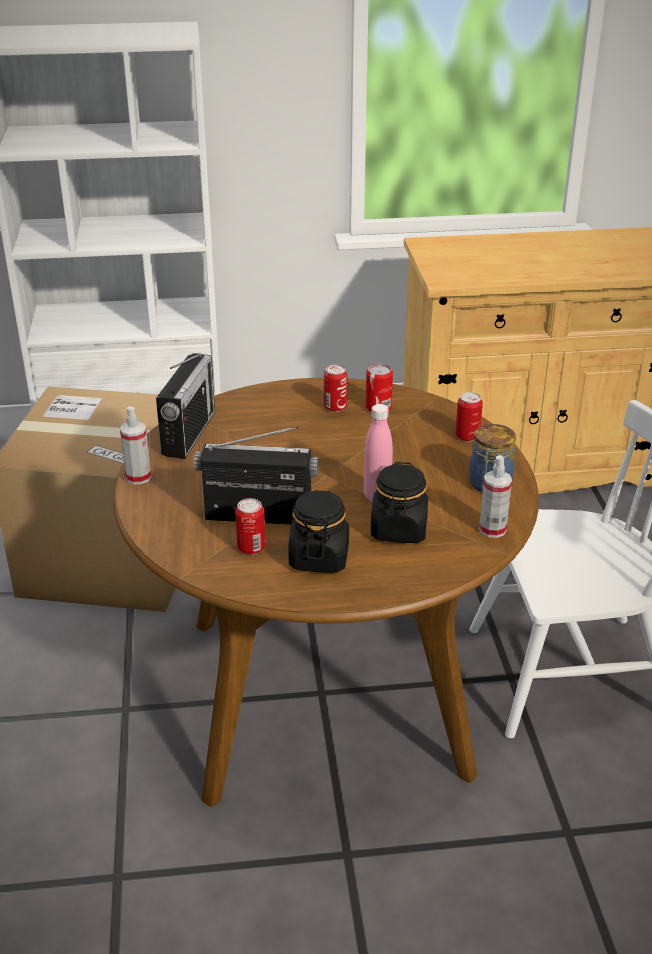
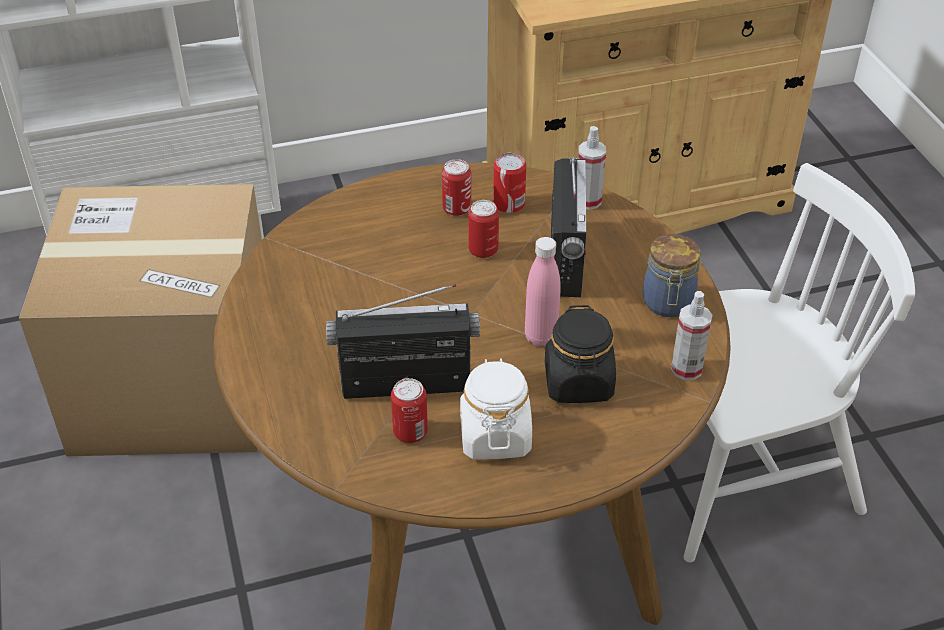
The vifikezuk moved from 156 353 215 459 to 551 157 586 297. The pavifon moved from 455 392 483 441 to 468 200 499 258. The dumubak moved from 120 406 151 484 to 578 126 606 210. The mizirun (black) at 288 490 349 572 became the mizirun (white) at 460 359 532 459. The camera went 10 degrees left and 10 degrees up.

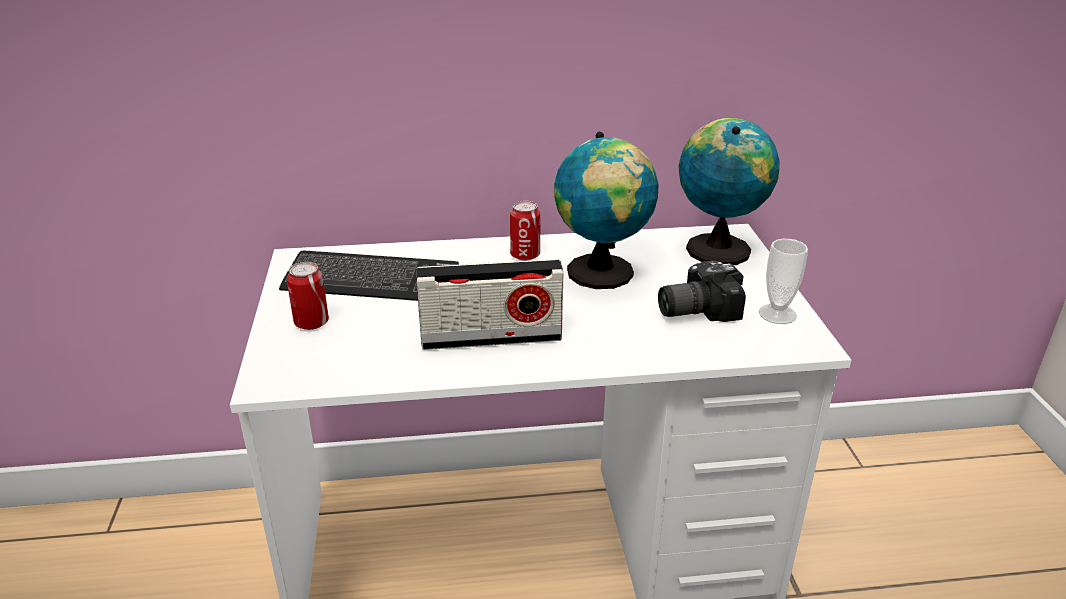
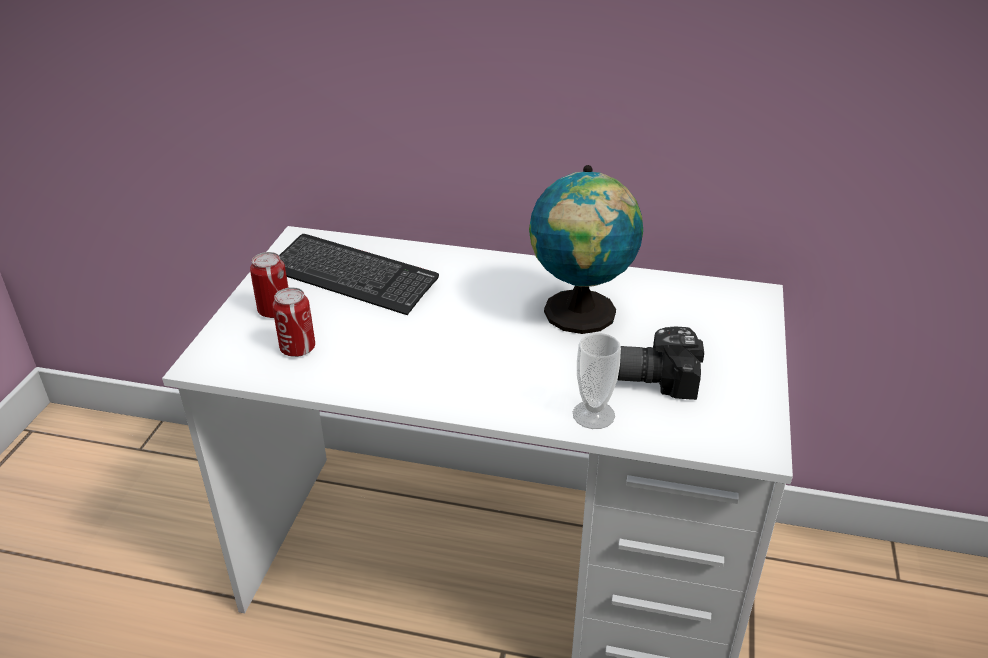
The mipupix at 678 118 780 265 disappeared. The pavifon moved from 510 201 540 261 to 272 287 315 357. The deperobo moved from 759 239 808 324 to 573 333 621 429. The vifikezuk at 416 259 564 350 disappeared. The camera went 20 degrees right and 5 degrees up.

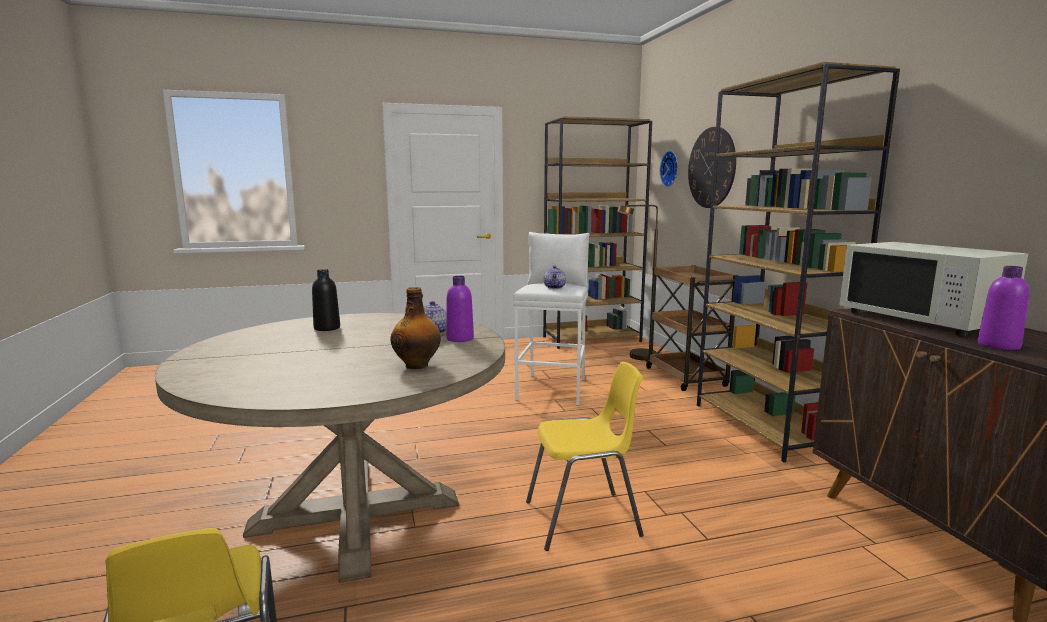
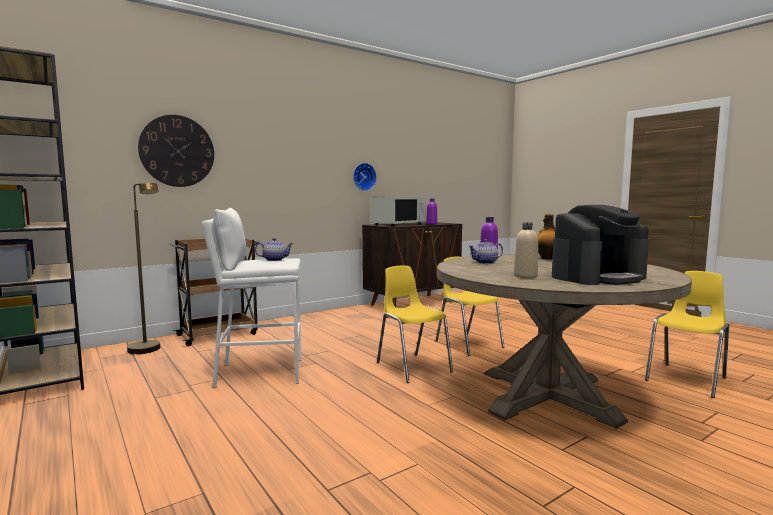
The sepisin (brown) at 697 62 900 463 disappeared. The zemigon moved from 660 151 678 187 to 353 163 377 191. The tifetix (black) at 312 269 340 331 became the tifetix (beige) at 514 222 538 278. The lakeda at 552 205 649 285 appeared. The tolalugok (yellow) at 377 266 453 383 appeared. The camera went 110 degrees left and 5 degrees down.

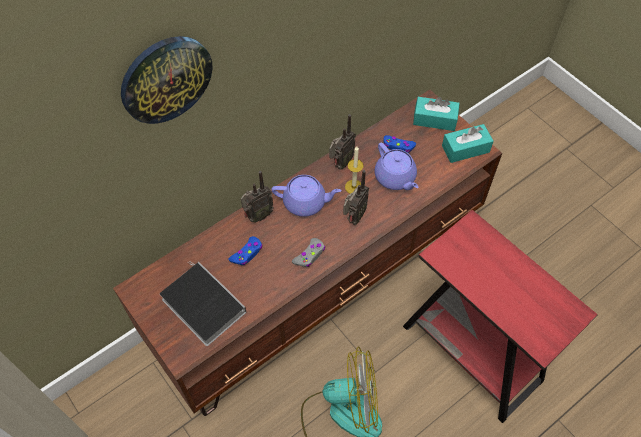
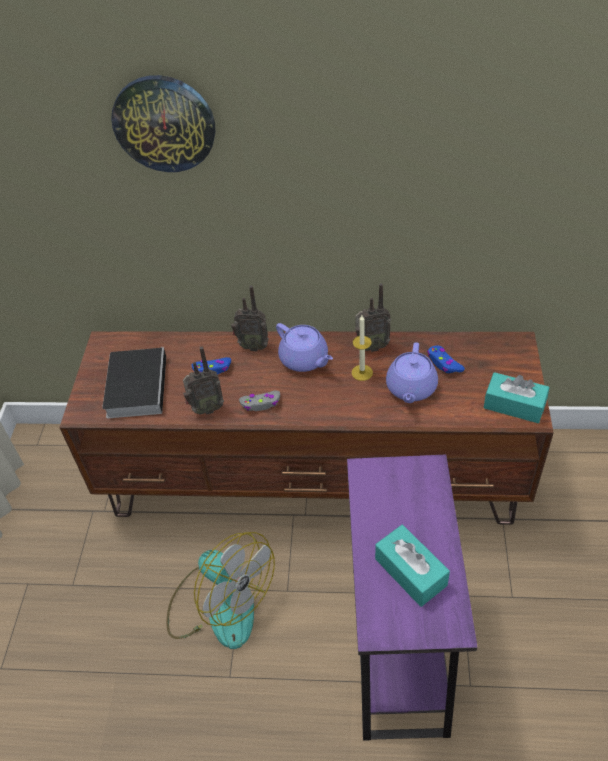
The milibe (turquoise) moved from 413 97 460 131 to 375 525 450 607. The vifikezuk moved from 343 170 369 225 to 183 347 224 415. The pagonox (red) at 403 210 598 423 became the pagonox (purple) at 347 455 477 741. The camera went 45 degrees right and 10 degrees down.

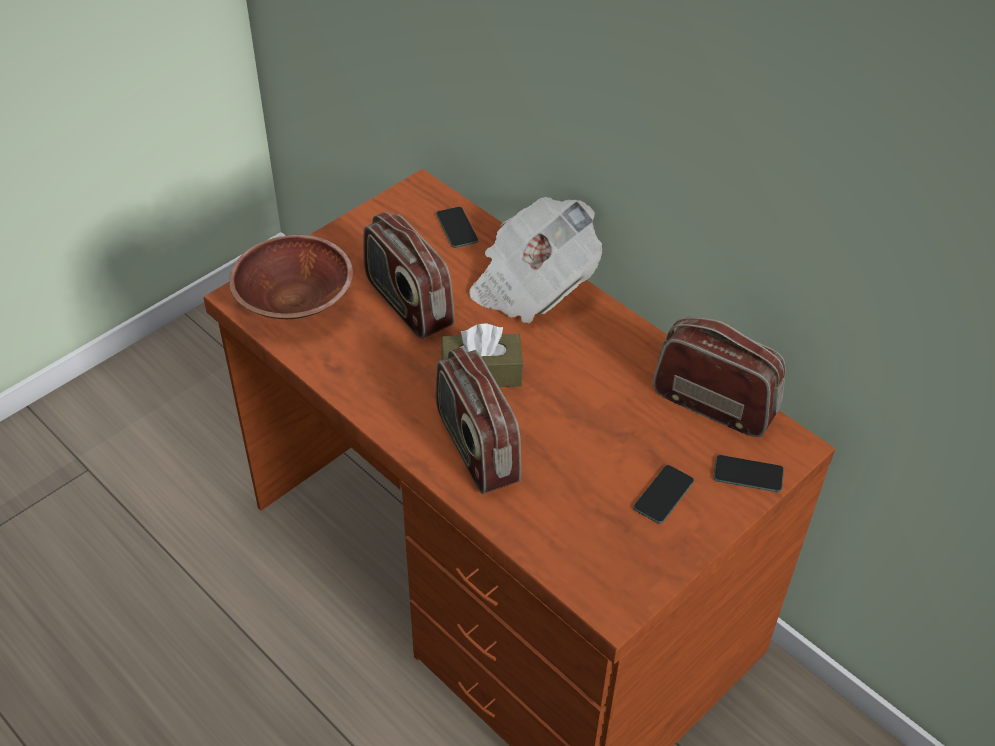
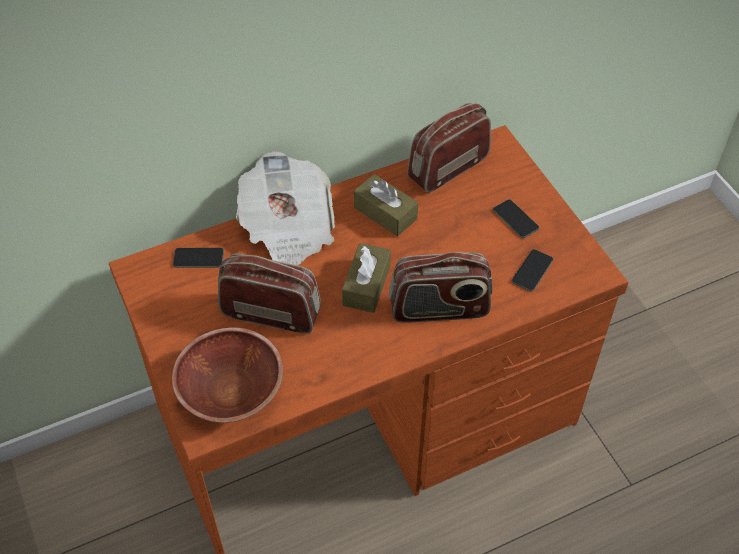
The vifikezuk at 363 212 454 339 turned 150 degrees counterclockwise. The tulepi moved from 714 455 784 492 to 512 249 553 292. The milibe (brown) at 354 174 418 237 appeared. The camera went 70 degrees left and 5 degrees up.

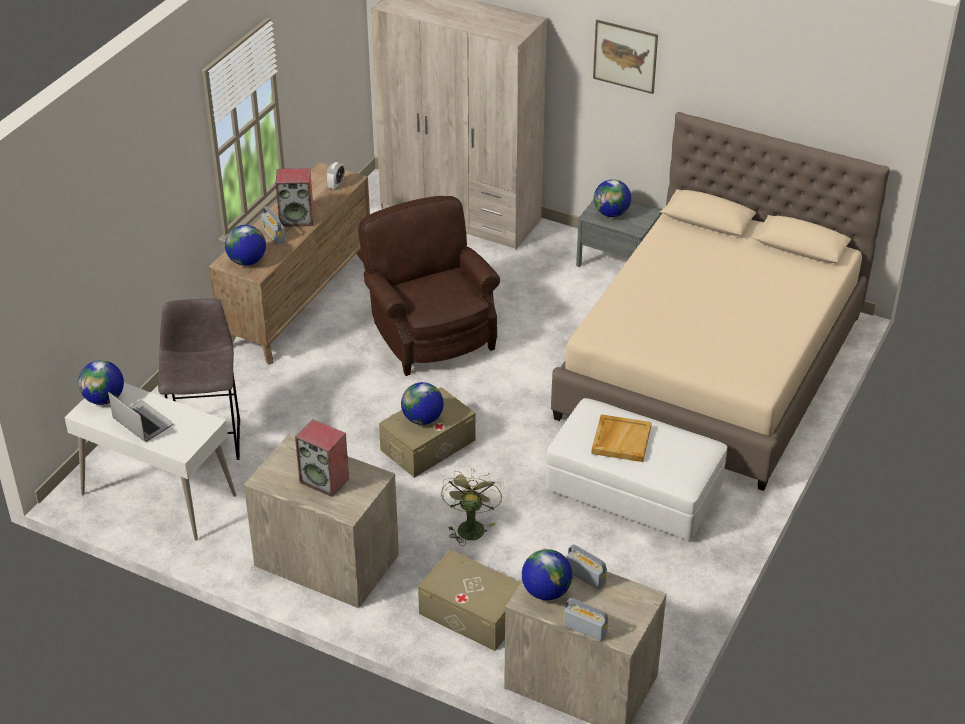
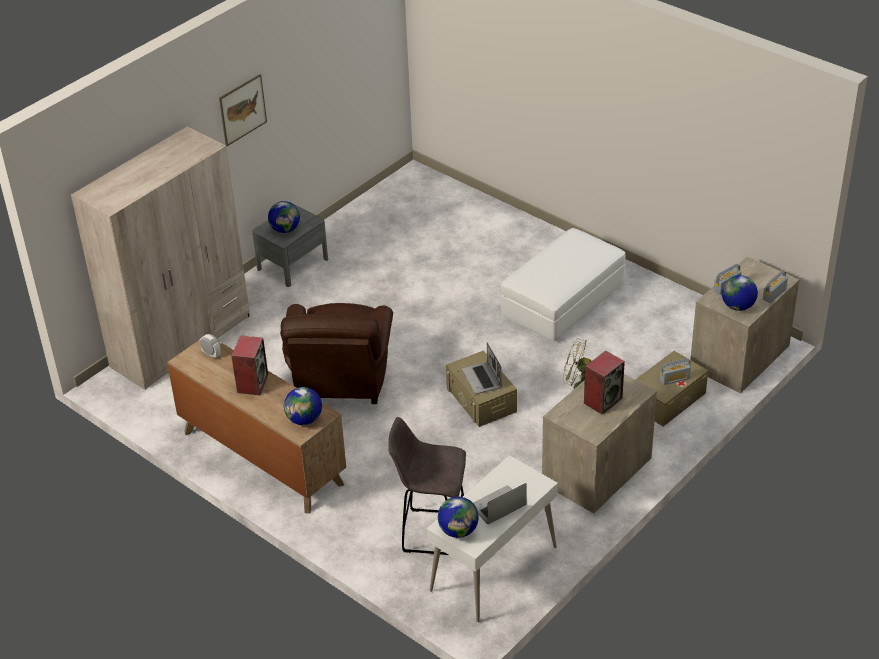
The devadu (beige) at 551 112 890 491 disappeared. The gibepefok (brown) at 358 196 500 376 turned 75 degrees counterclockwise. The vifikezuk moved from 261 206 286 244 to 660 358 691 385. The mipupix at 401 382 444 425 was replaced by the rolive at 462 342 502 394. The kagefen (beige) at 591 414 652 462 disappeared. The camera went 75 degrees left and 0 degrees up.

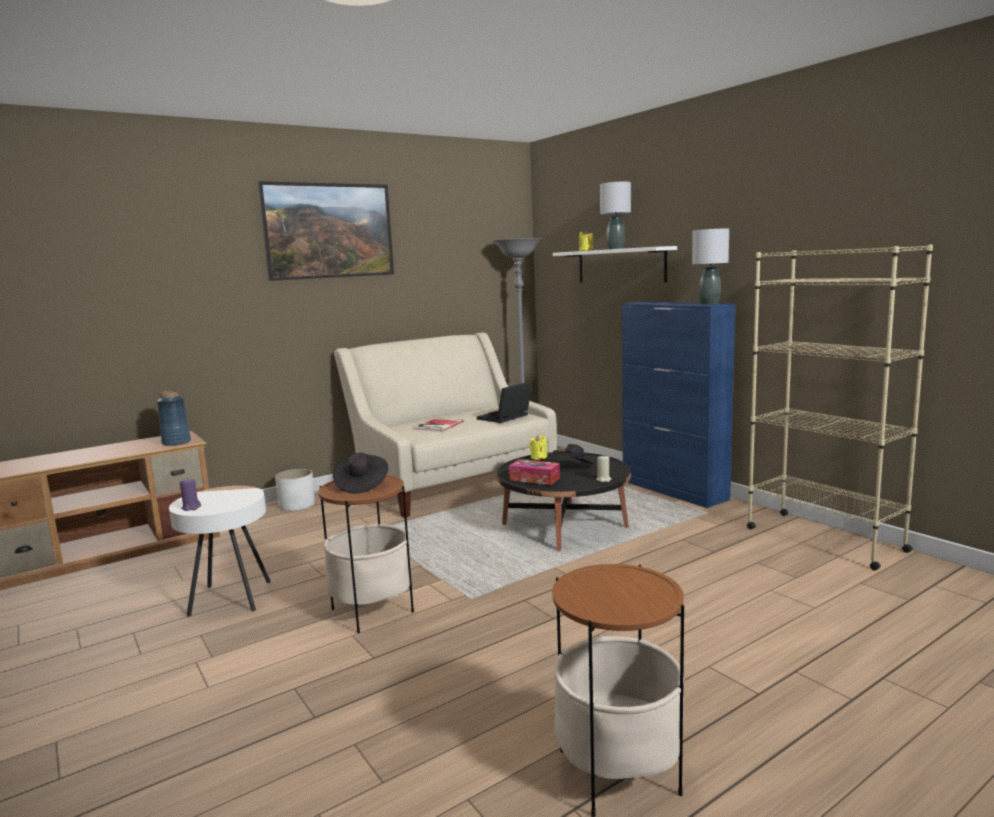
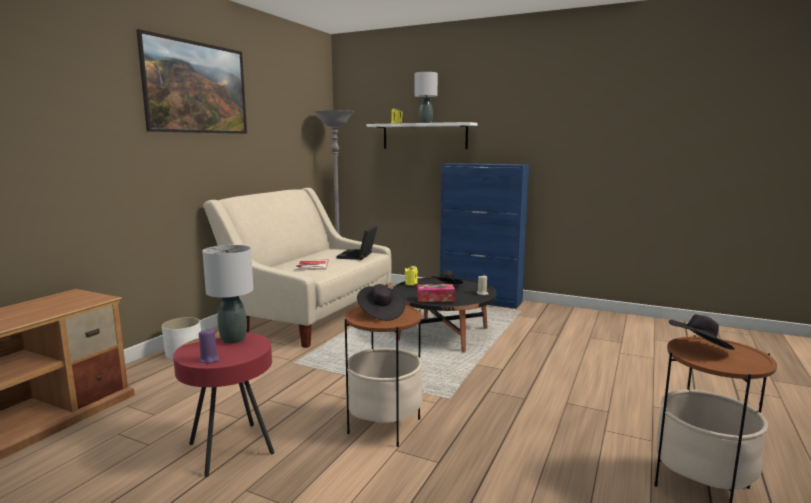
The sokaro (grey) moved from 692 228 729 304 to 202 245 254 344. The sepisin (beige) at 747 244 933 570 disappeared. The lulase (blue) at 157 390 191 446 disappeared. The pagonox (white) at 169 486 271 616 became the pagonox (red) at 173 332 274 477. The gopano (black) at 669 314 735 350 appeared. The camera went 30 degrees left and 0 degrees up.

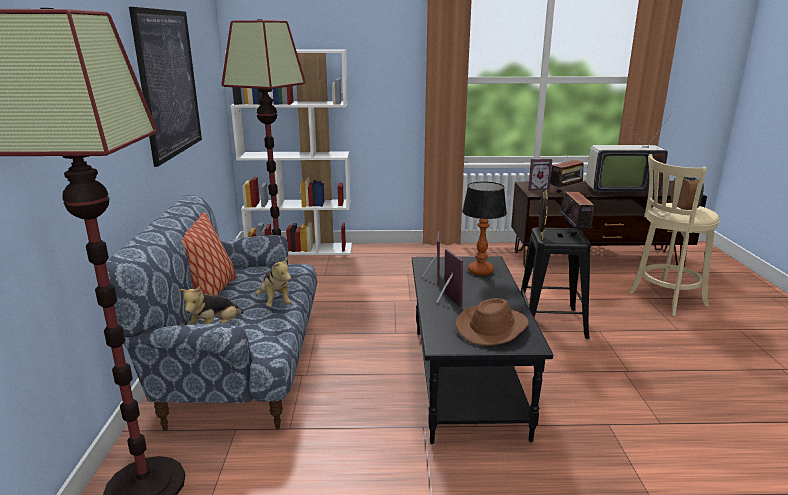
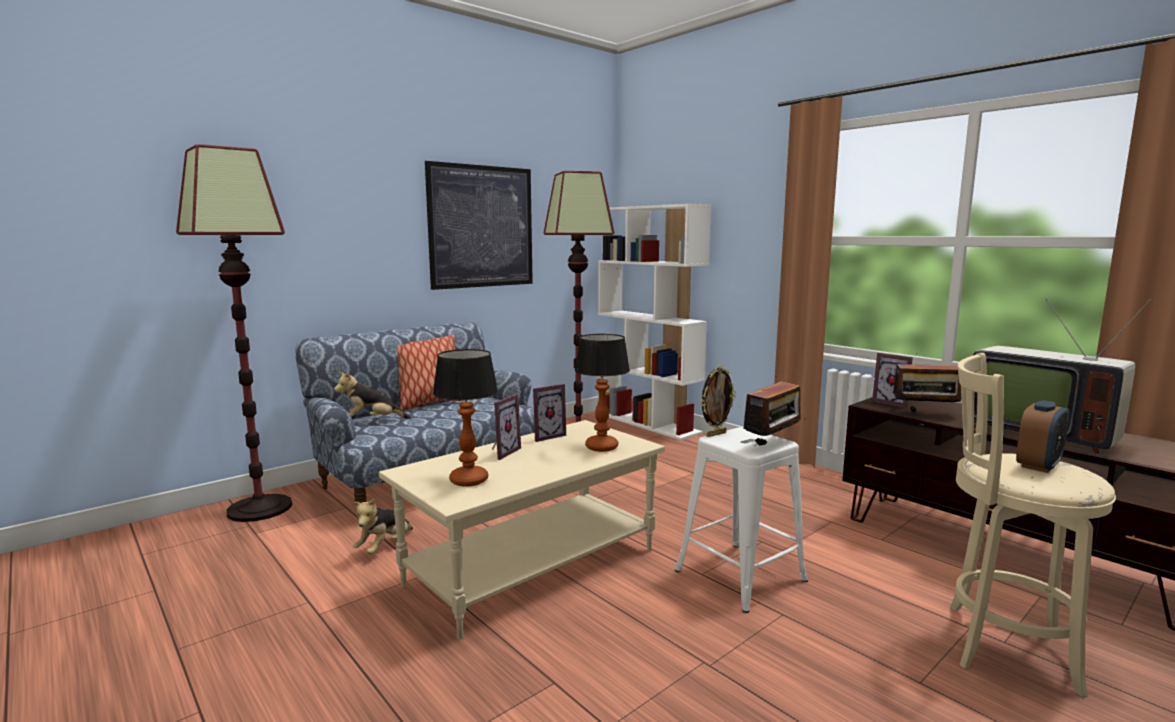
The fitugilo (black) at 520 227 591 339 became the fitugilo (white) at 675 427 808 613. The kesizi moved from 255 256 291 307 to 353 498 413 554. The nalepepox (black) at 412 256 553 444 became the nalepepox (beige) at 379 420 665 639. The gopano (brown) at 455 298 529 346 was replaced by the sokaro at 433 349 498 487. The camera went 50 degrees right and 10 degrees down.

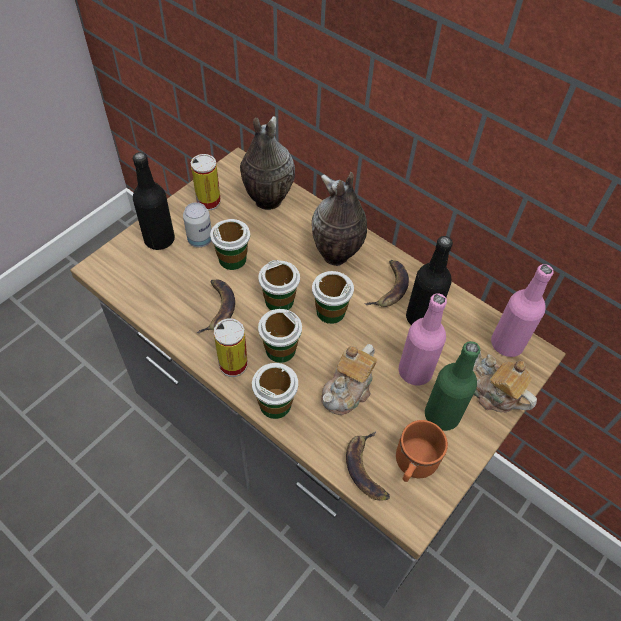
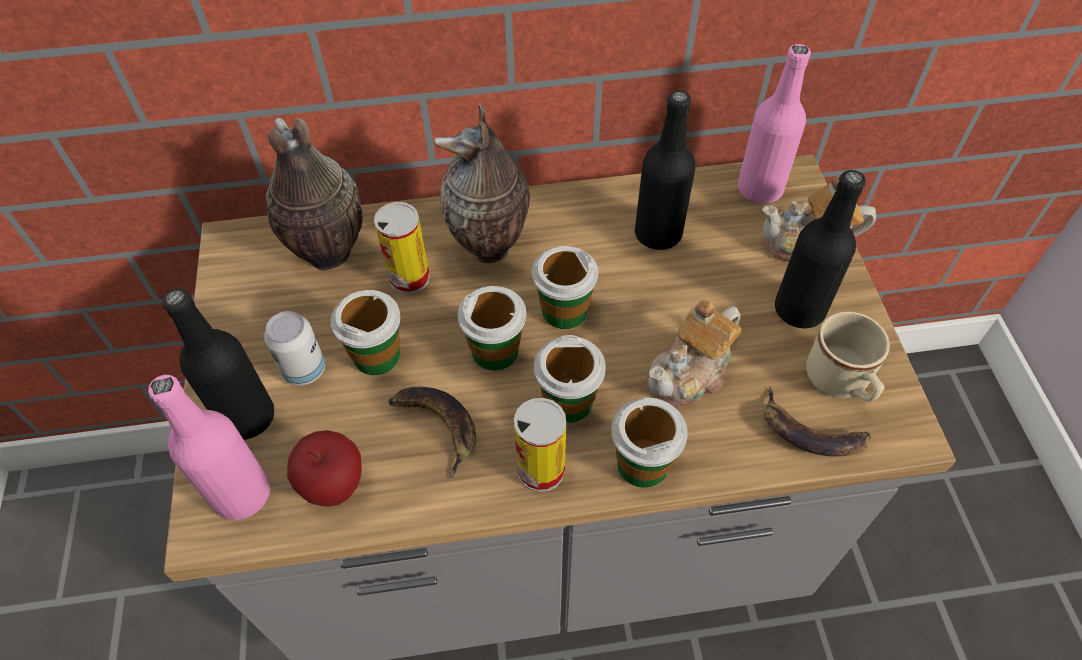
The pavifon moved from 191 154 221 211 to 374 202 430 294. The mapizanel at 365 260 409 307 disappeared. The tifetix (pink) moved from 399 294 447 385 to 148 375 270 520. The tifetix (green) at 425 341 480 431 became the tifetix (black) at 775 170 866 329. The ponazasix at 321 344 377 415 turned 60 degrees clockwise. The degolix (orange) at 396 420 448 482 became the degolix (beige) at 806 312 890 402. The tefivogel at 287 430 362 507 appeared. The camera went 45 degrees left and 0 degrees up.

